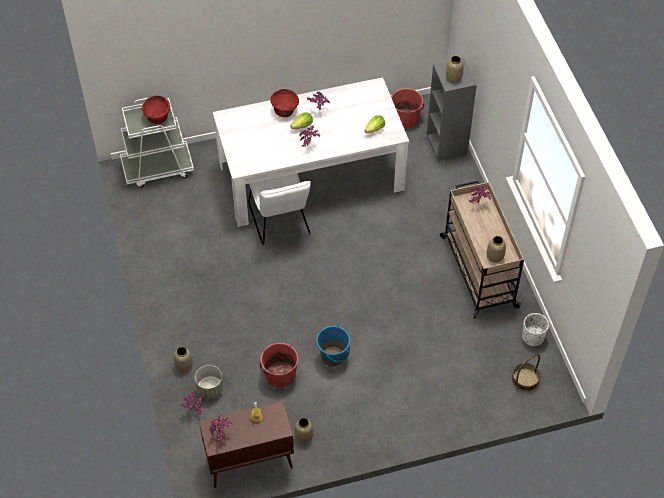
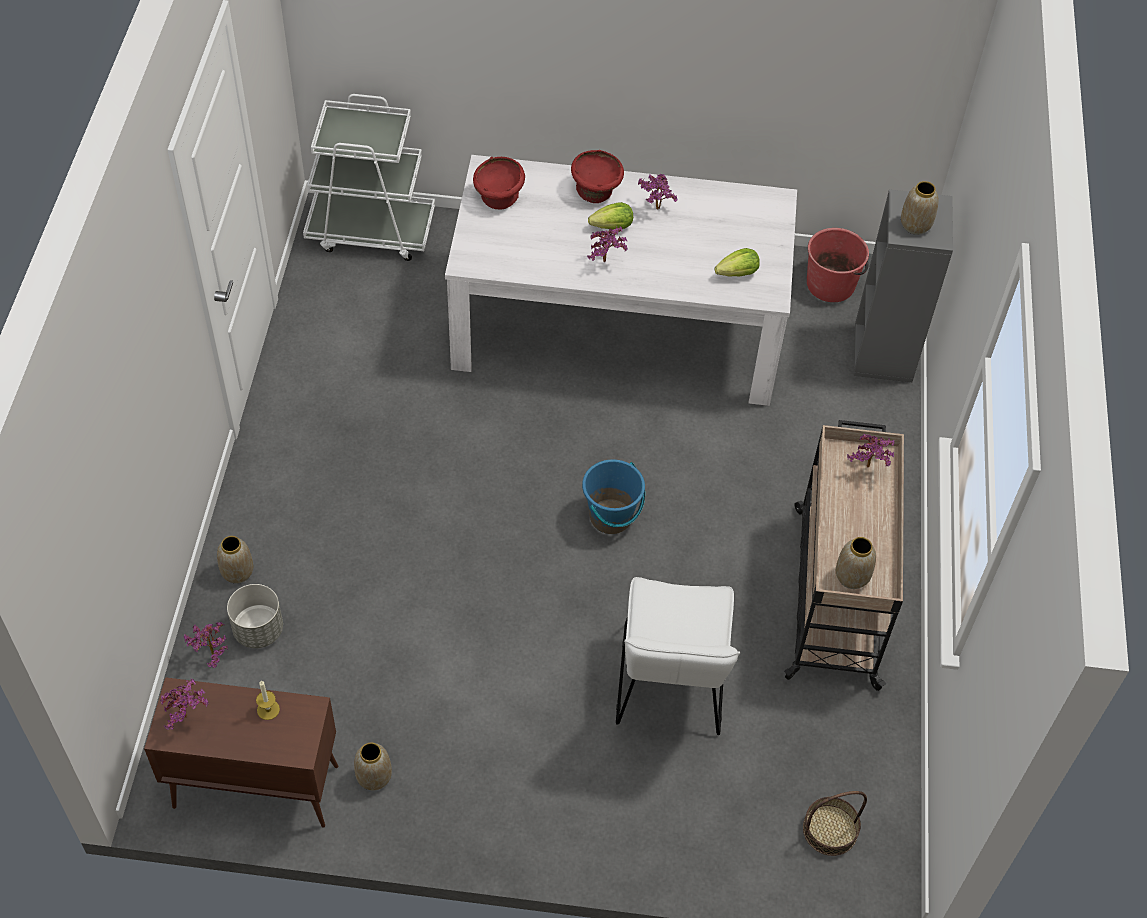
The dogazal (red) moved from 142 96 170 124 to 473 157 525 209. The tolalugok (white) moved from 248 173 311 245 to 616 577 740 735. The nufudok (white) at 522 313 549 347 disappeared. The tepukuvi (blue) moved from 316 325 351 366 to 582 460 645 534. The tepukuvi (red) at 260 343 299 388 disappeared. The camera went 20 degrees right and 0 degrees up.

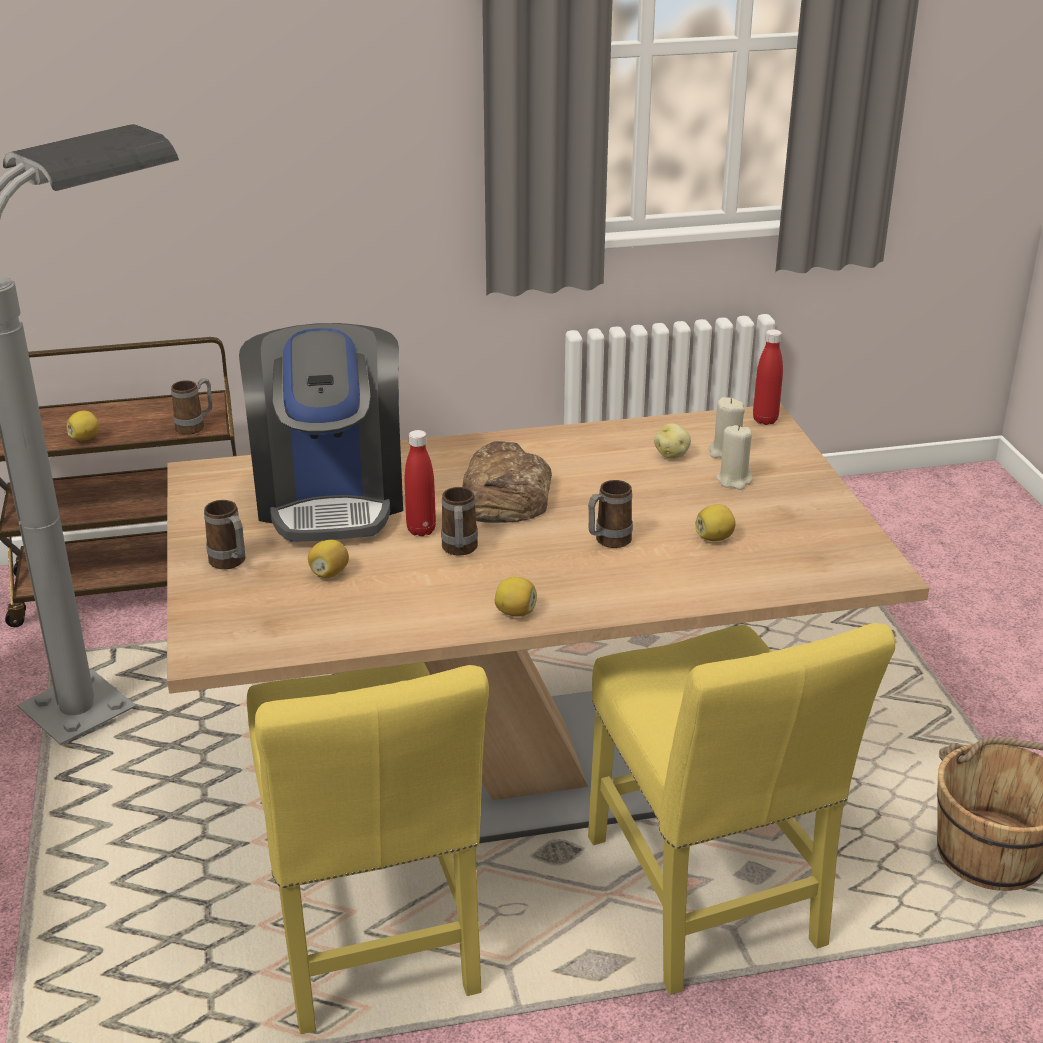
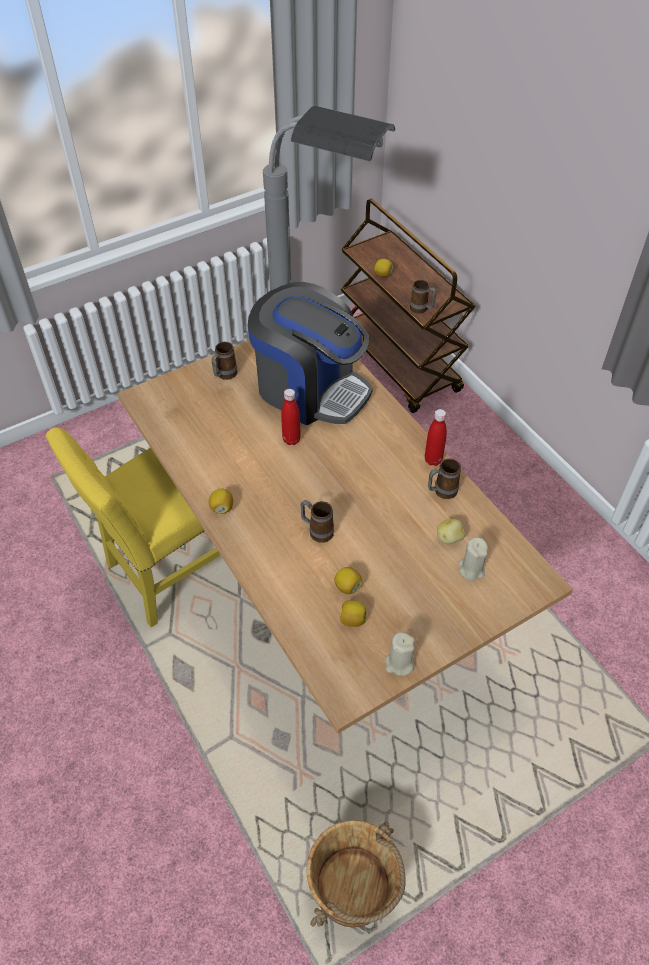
The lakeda at 239 323 403 542 turned 120 degrees counterclockwise. The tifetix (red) moved from 753 329 783 425 to 425 409 447 466. The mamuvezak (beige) moved from 716 425 752 490 to 385 632 415 676. The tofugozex at 463 441 552 523 disappeared. The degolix moved from 441 487 478 556 to 428 459 461 499. The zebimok moved from 308 540 349 578 to 340 600 367 627. The tolalugok (yellow) at 588 623 895 995 disappeared. The camera went 70 degrees right and 20 degrees up.

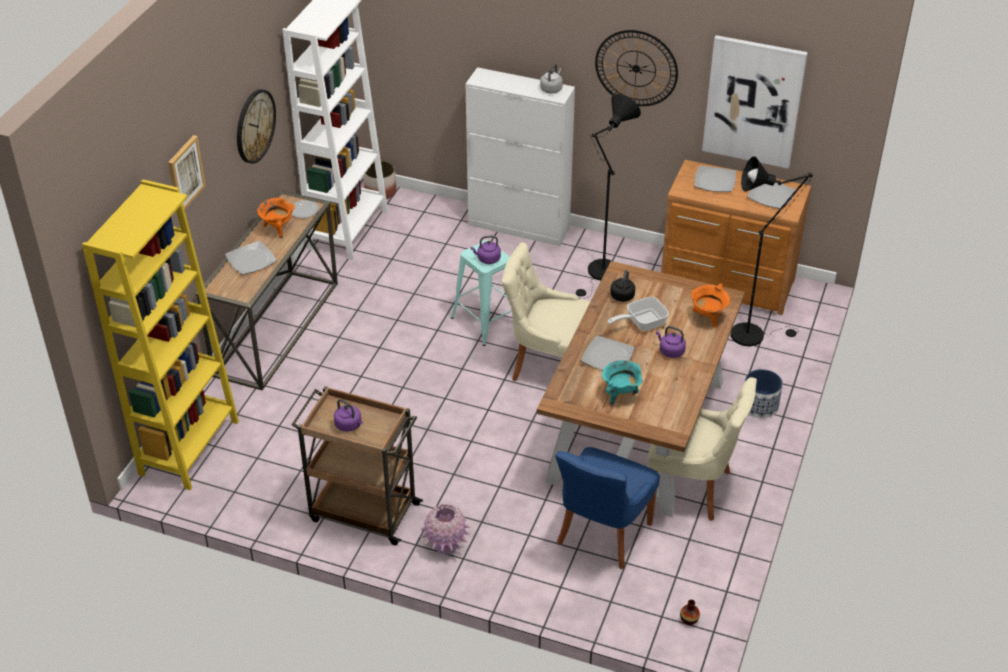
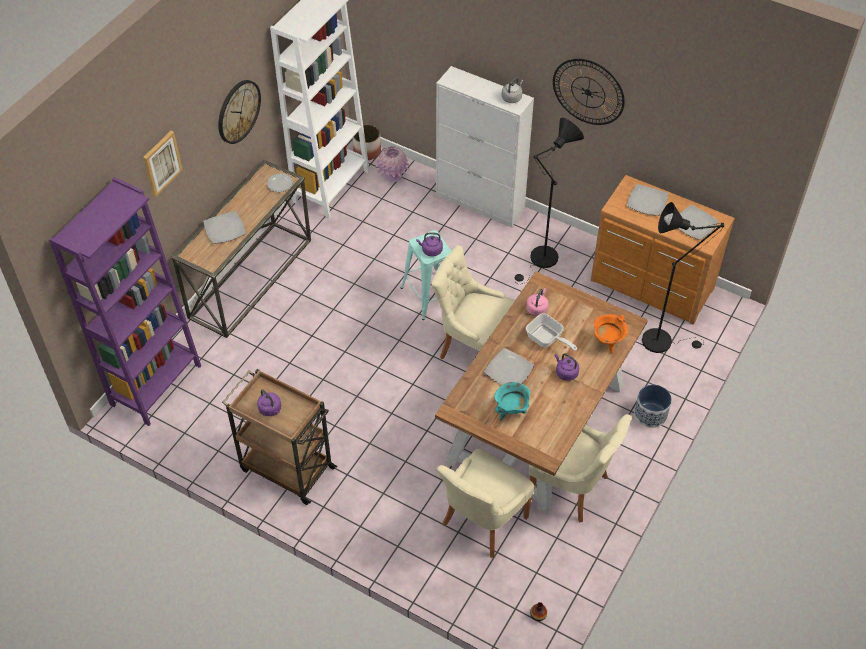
The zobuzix at 702 35 808 169 disappeared. The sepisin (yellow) at 82 179 239 490 became the sepisin (purple) at 49 177 201 426. The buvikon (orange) at 257 198 295 238 disappeared. The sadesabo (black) at 610 270 635 302 became the sadesabo (pink) at 526 288 549 316. The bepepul at 608 296 669 331 turned 120 degrees counterclockwise. The tolalugok (blue) at 555 447 660 569 became the tolalugok (beige) at 437 449 535 558. The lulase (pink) moved from 421 504 471 554 to 375 146 411 182. The camera went 10 degrees right and 10 degrees up.

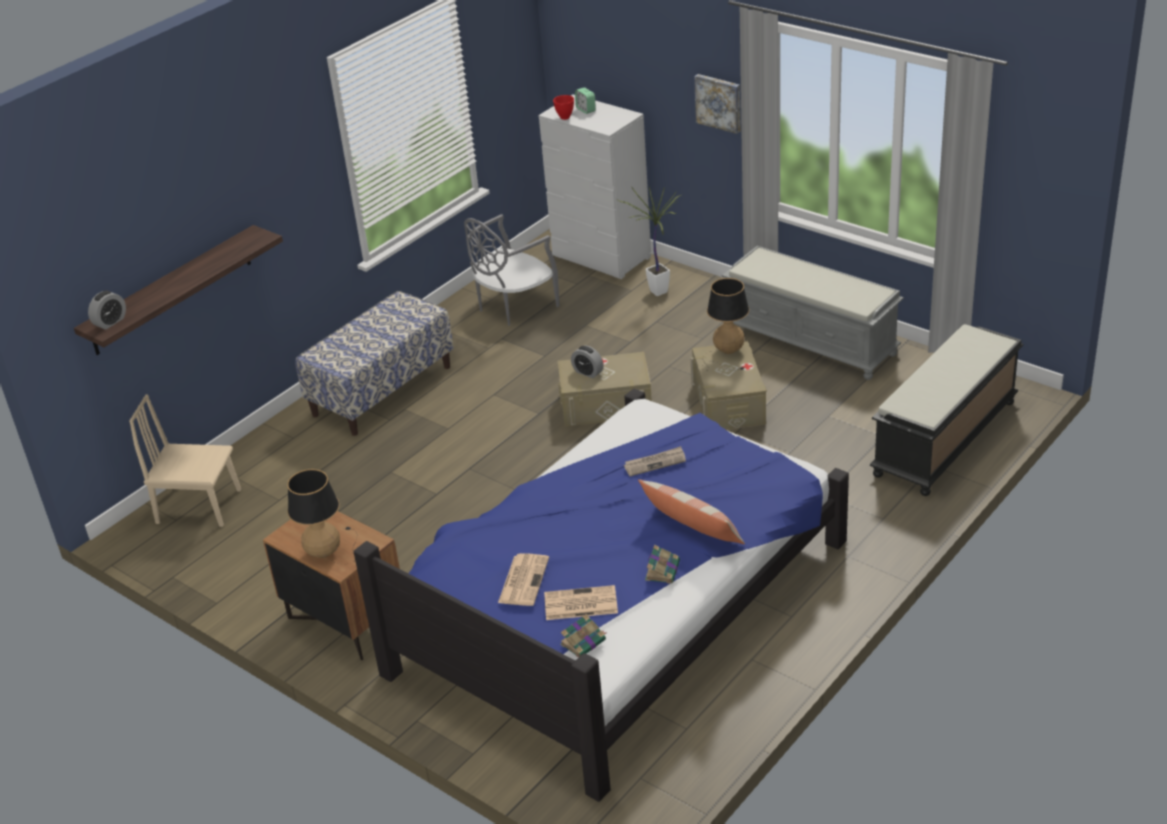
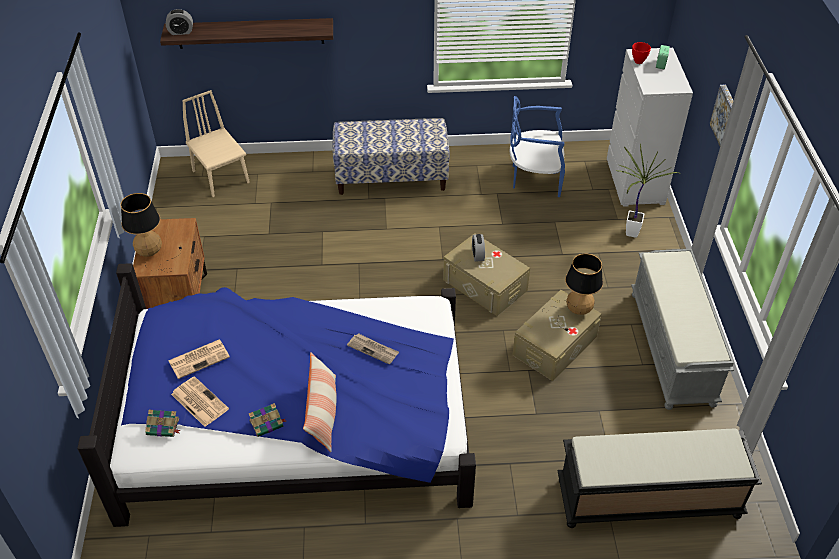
The tolalugok (grey) at 464 214 560 326 became the tolalugok (blue) at 510 96 565 197. The camera went 45 degrees right and 10 degrees up.

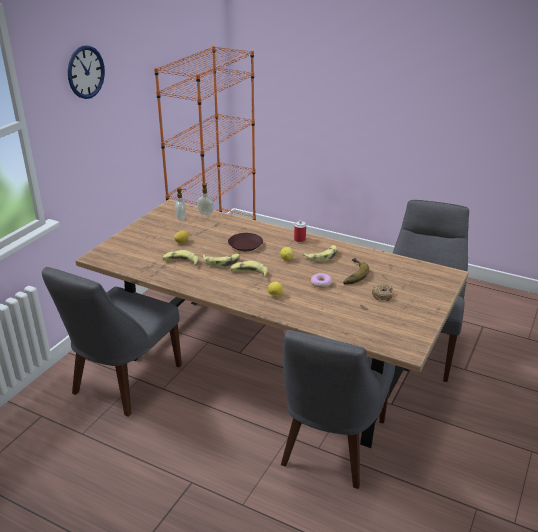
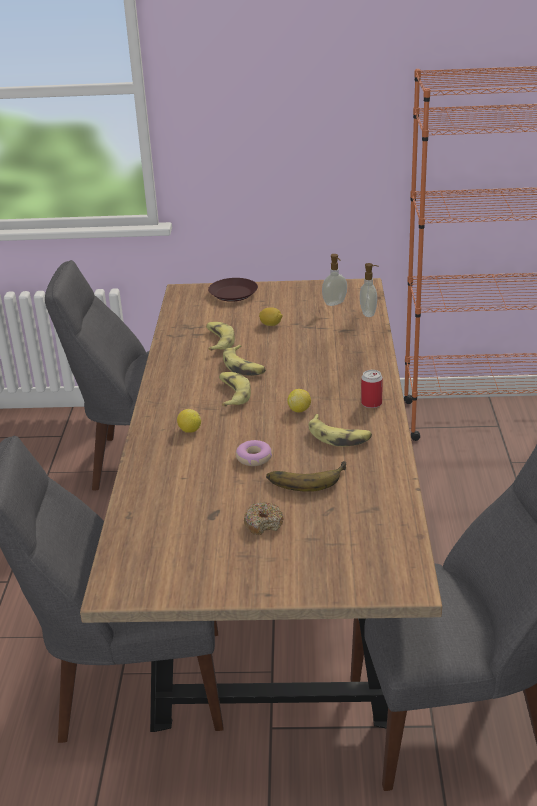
The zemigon at 68 46 105 99 disappeared. The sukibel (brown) moved from 228 233 263 251 to 208 278 258 302. The camera went 65 degrees right and 0 degrees up.

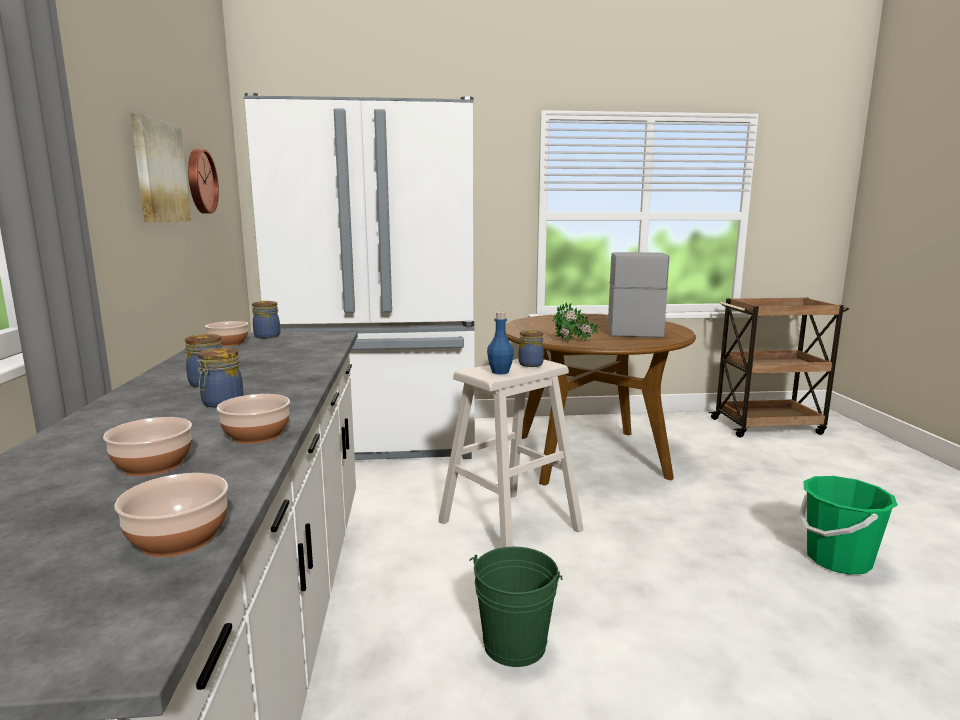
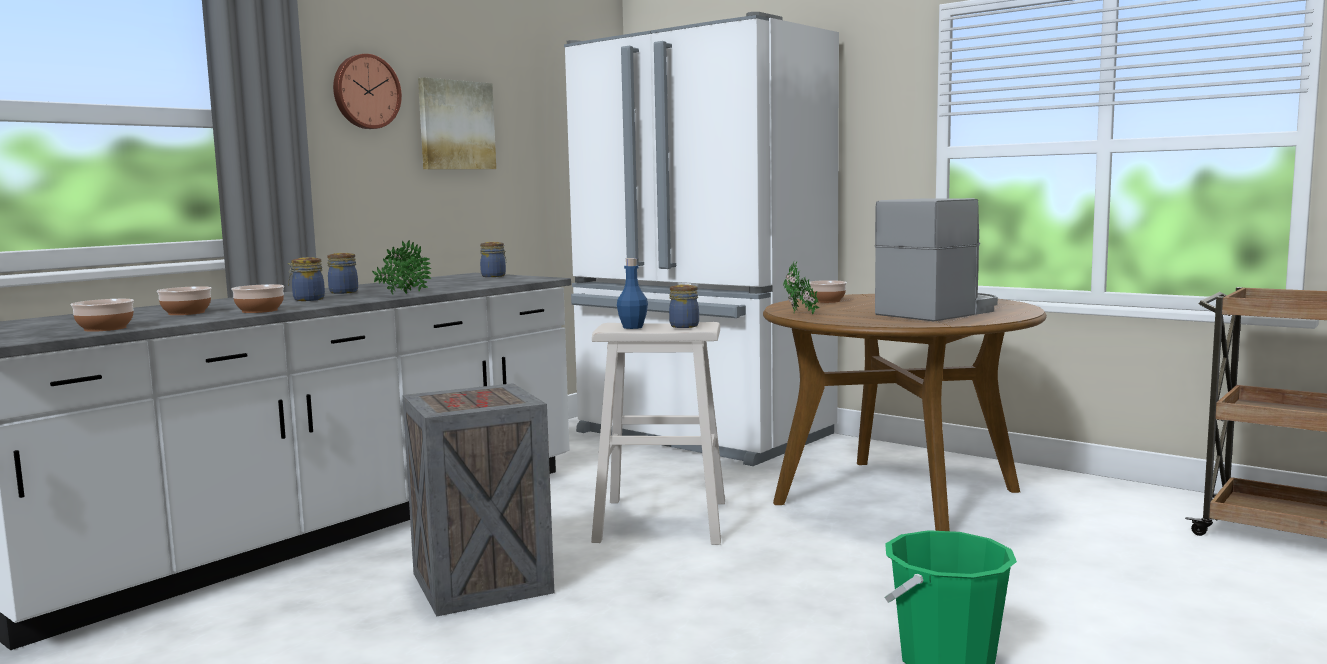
The zemigon moved from 188 148 219 214 to 333 54 402 129. The dogazal moved from 205 321 248 347 to 809 280 847 303. The tepukuvi (green) at 469 547 563 667 was replaced by the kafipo at 402 383 554 616. The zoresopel at 372 240 431 295 appeared. The camera went 45 degrees right and 5 degrees down.

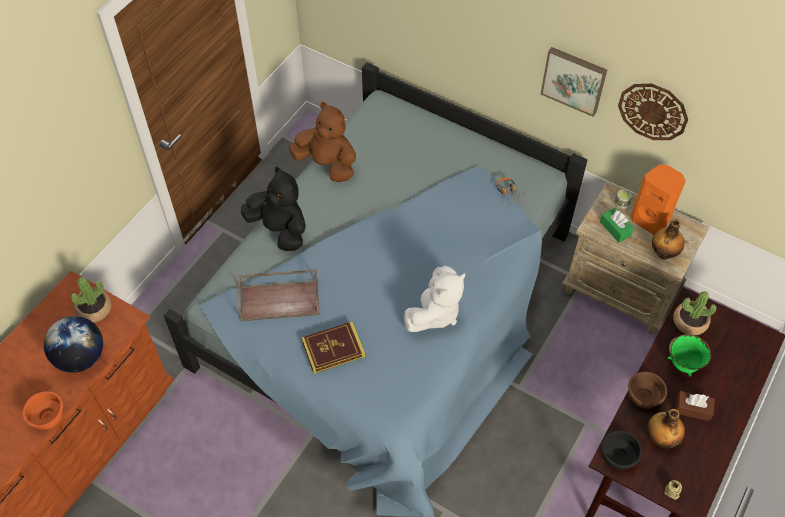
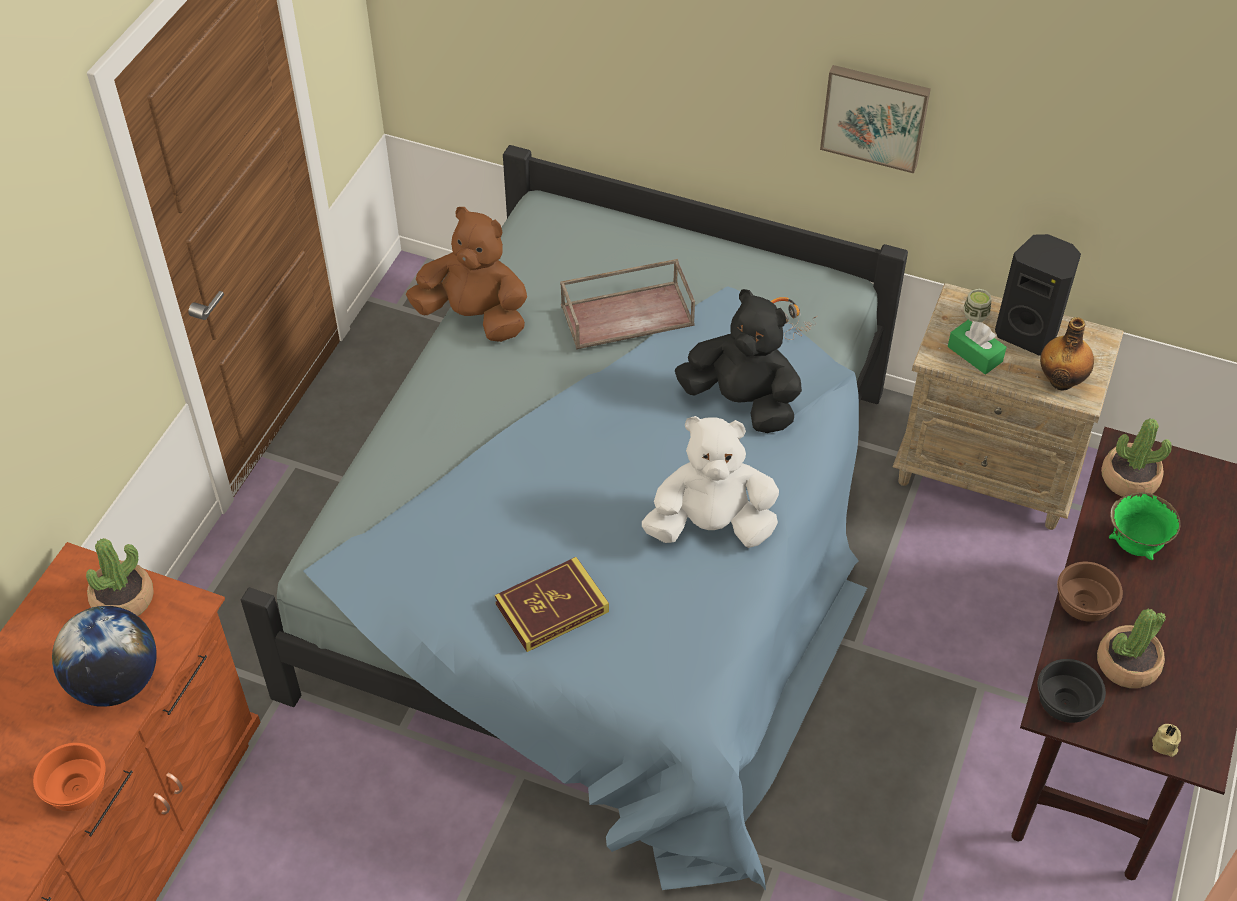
The zemigon at 618 84 688 140 disappeared. The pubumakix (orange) at 631 164 686 235 became the pubumakix (black) at 995 234 1081 356. The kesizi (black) moved from 241 167 306 251 to 675 289 802 433. The kesizi (white) at 404 266 465 332 turned 120 degrees counterclockwise. The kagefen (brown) moved from 238 269 320 321 to 560 259 695 349. The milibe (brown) at 675 391 715 421 disappeared. The tifetix at 647 409 685 448 was replaced by the zoresopel at 1097 609 1166 688. The camera went 10 degrees left and 5 degrees down.

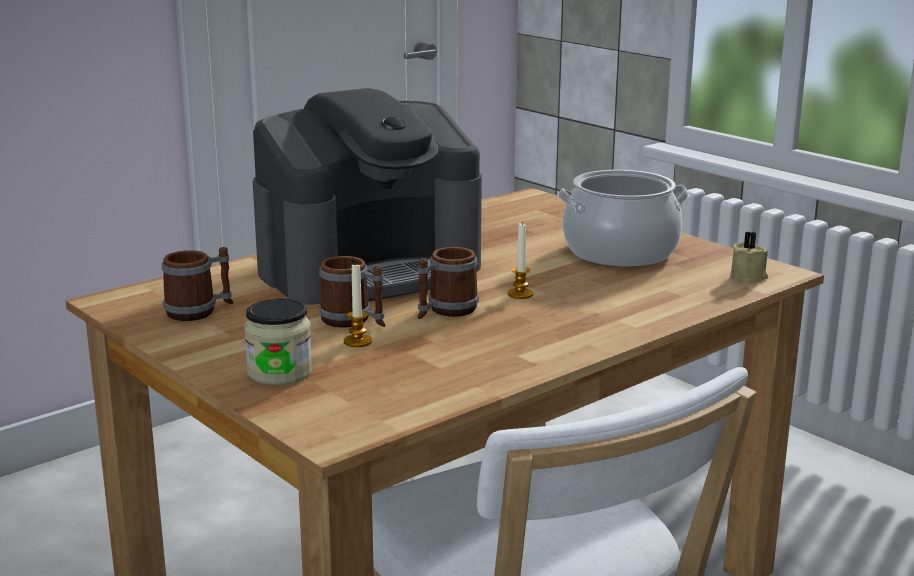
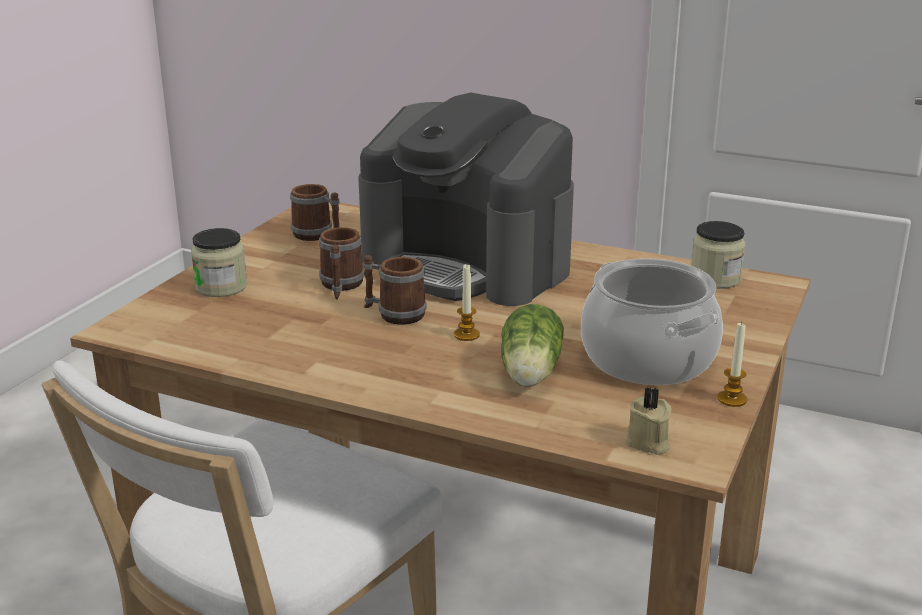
The mamuvezak moved from 344 262 372 347 to 717 321 747 407. The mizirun at 691 221 746 289 appeared. The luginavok at 501 304 564 387 appeared. The camera went 65 degrees right and 5 degrees up.

